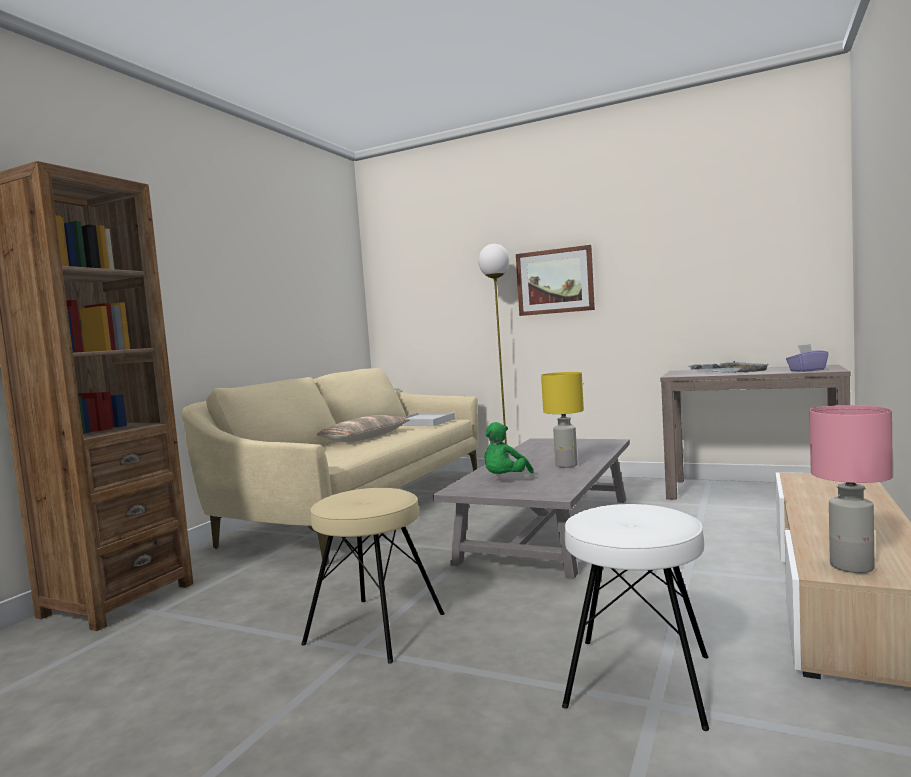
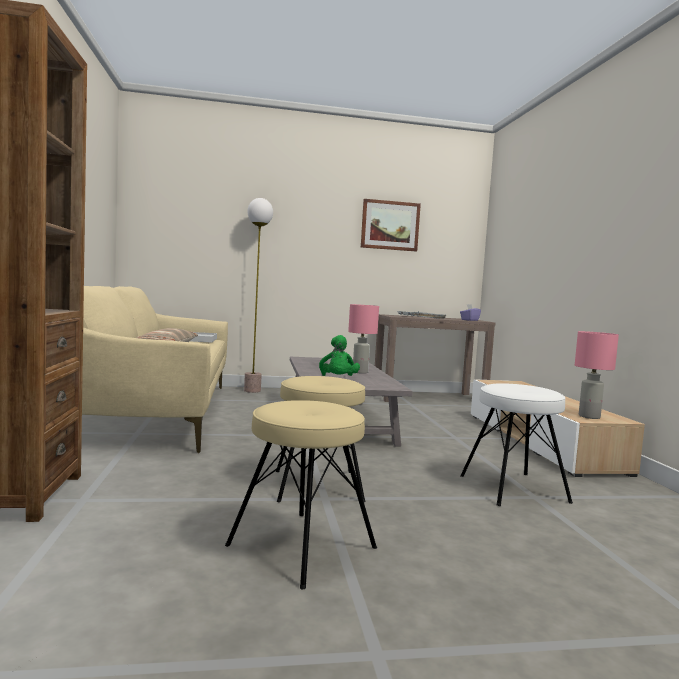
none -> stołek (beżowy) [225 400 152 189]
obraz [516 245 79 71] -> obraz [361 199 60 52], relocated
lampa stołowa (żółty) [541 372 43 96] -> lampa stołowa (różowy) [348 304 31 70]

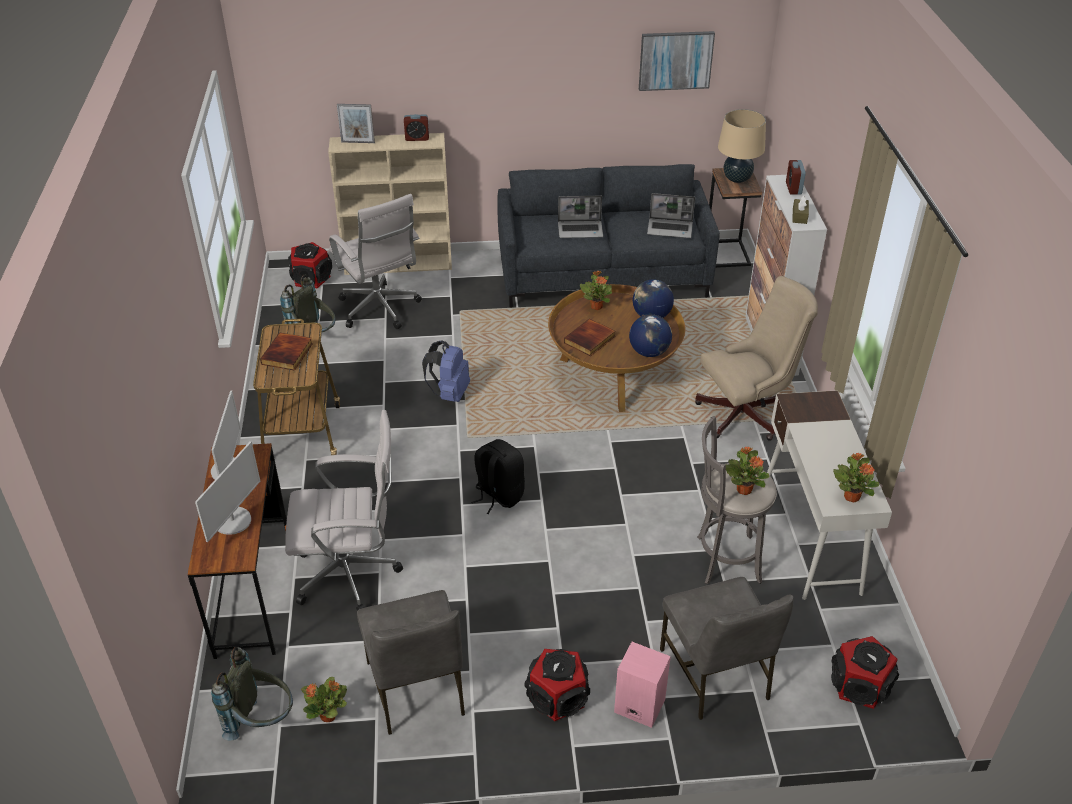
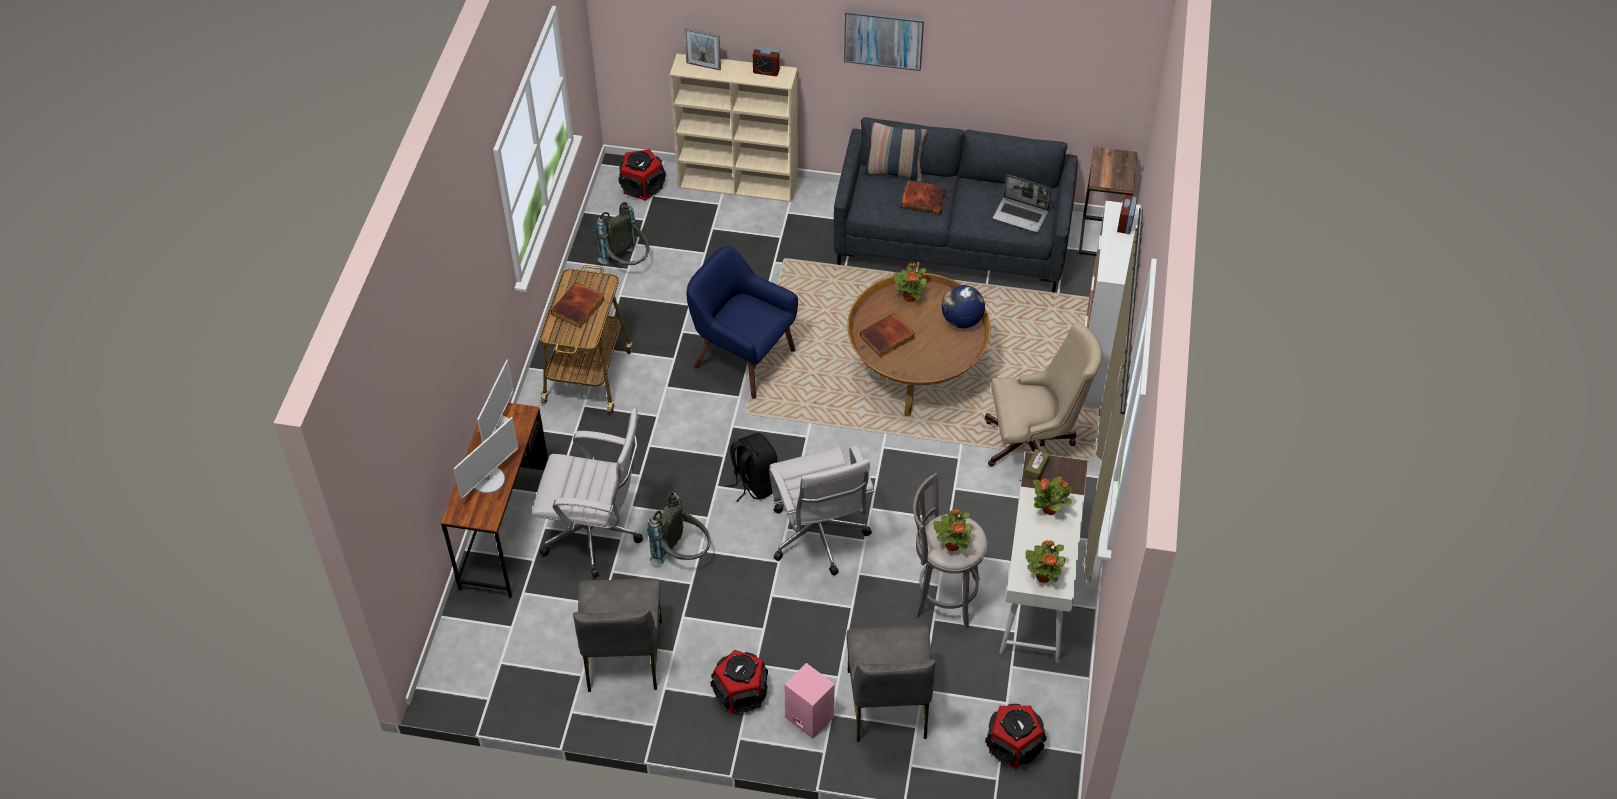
globus [629 314 43 43] -> none
lampa stołowa (beżowy) [718 109 48 74] -> none
none -> poduszka [864 122 63 60]
plecak (szary) [211 647 82 93] -> plecak (szary) [647 492 63 73], relocated
roślina doniczkowa [301 677 46 45] -> roślina doniczkowa [1033 476 39 39], relocated
krzesło biurowe (biały) [329 194 93 135] -> krzesło biurowe (biały) [769 446 105 130], relocated
obraz [639 31 76 60] -> obraz [844 10 80 61], relocated
pudełko chusteczek (brązowy) [793 196 16 28] -> pudełko chusteczek (brązowy) [1024 449 26 31], relocated
plecak (niebieski) [422 340 48 62] -> fotel (niebieski) [686 246 112 153]
laptop [558 196 45 42] -> książka [901 181 46 33]

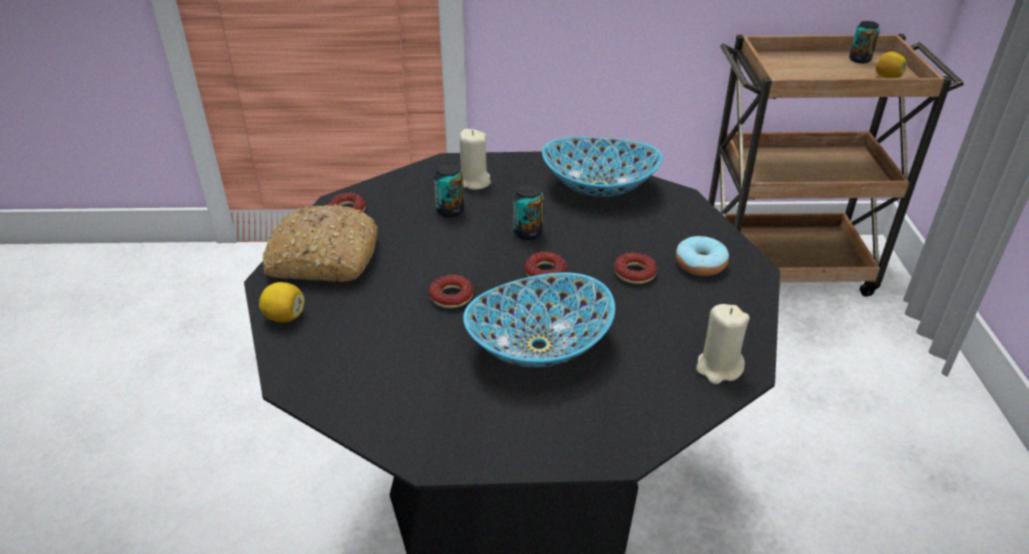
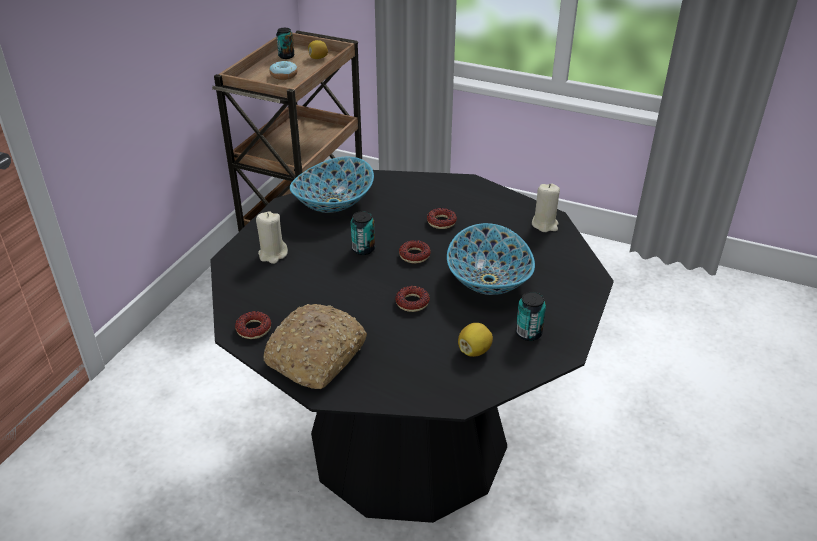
cytryna [259 282 46 41] -> cytryna [458 323 35 34], relocated
puszka [434 163 30 54] -> puszka [516 292 30 49], relocated
donut [676 236 53 40] -> donut [270 60 28 20], relocated

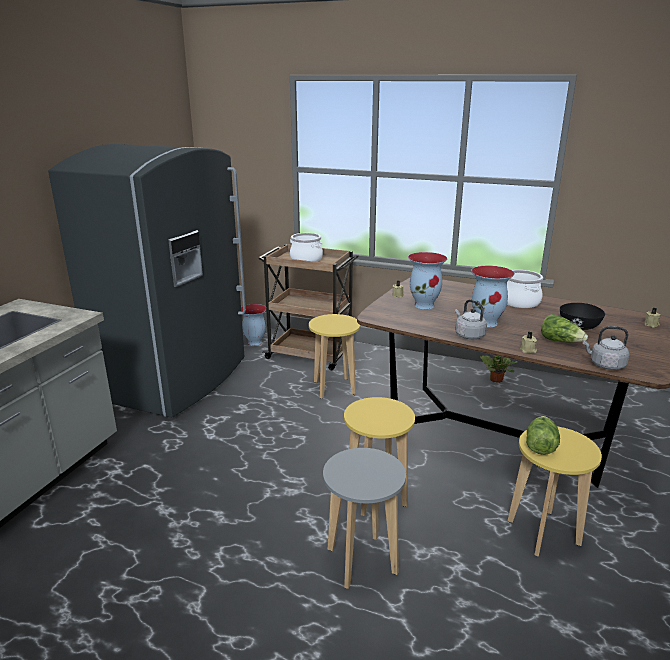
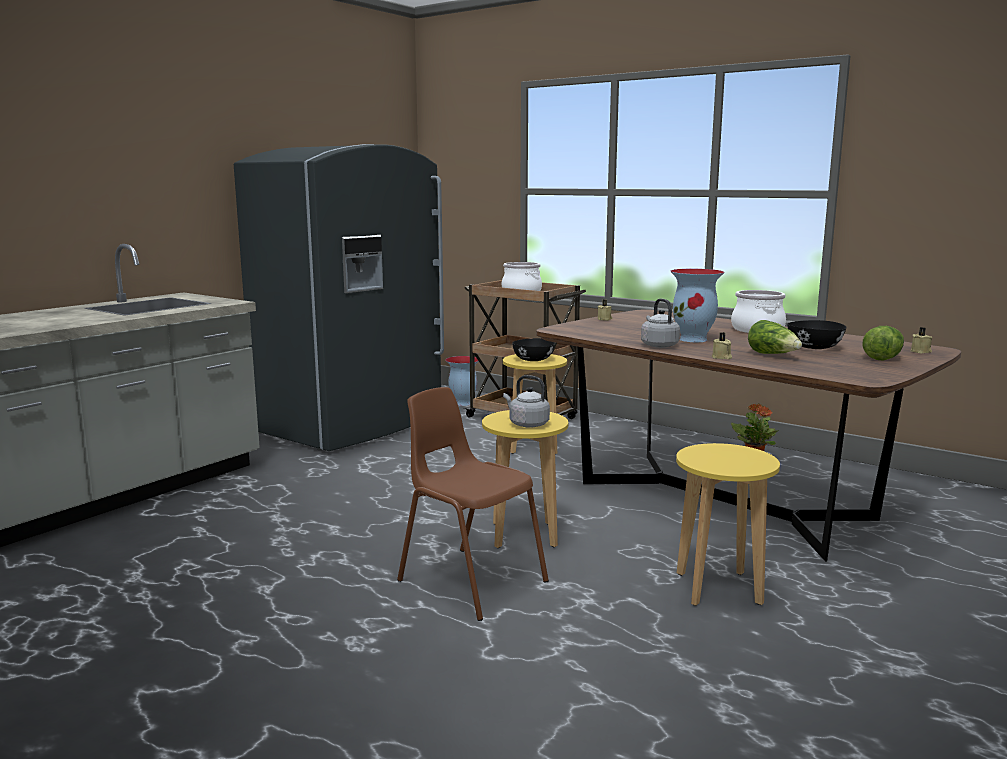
wazon [408 252 39 57] -> none
none -> miska (czarny) [512 338 43 23]
sałata [526 416 34 39] -> sałata [862 326 42 34], relocated
czajnik (szary) [583 326 46 44] -> czajnik (szary) [503 375 47 53], relocated
stołek (szary) [323 448 83 141] -> krzesło (brązowy) [397 387 152 234]

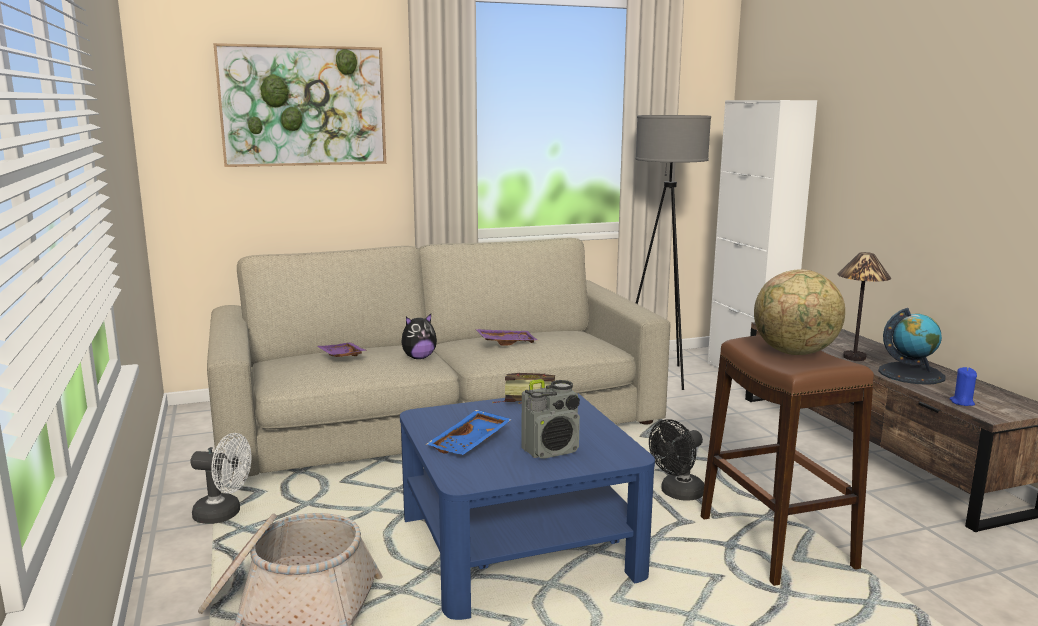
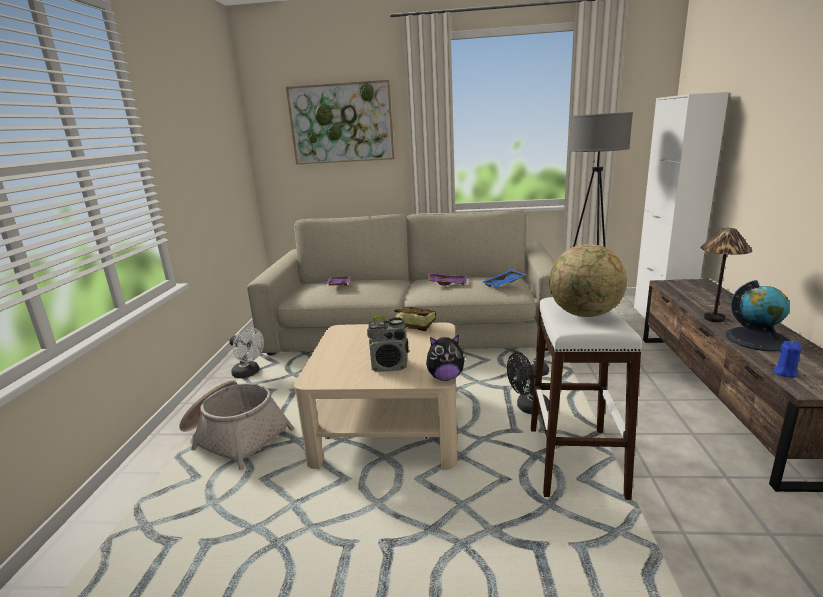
pluszak [401 314 36 45] -> pluszak [426 335 39 46], relocated
taca (niebieski) [426 410 86 45] -> taca (niebieski) [483 270 43 17], relocated
ława (niebieski) [400 393 255 227] -> ława (beżowy) [294 323 164 147]
stołek (brązowy) [701 335 173 251] -> stołek (biały) [531 297 111 203]

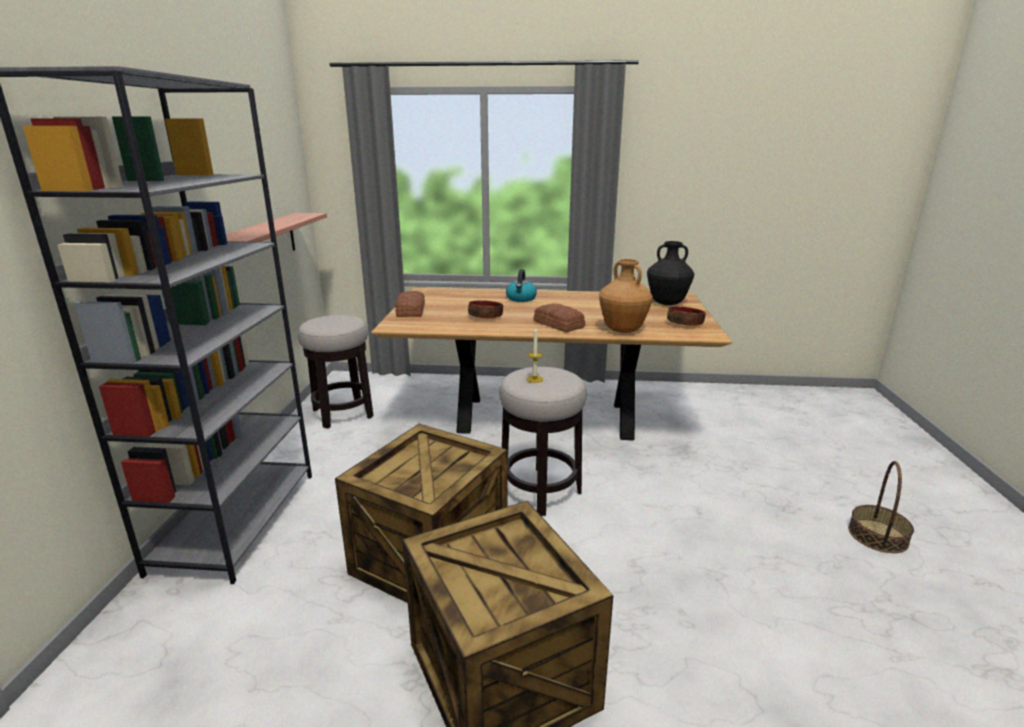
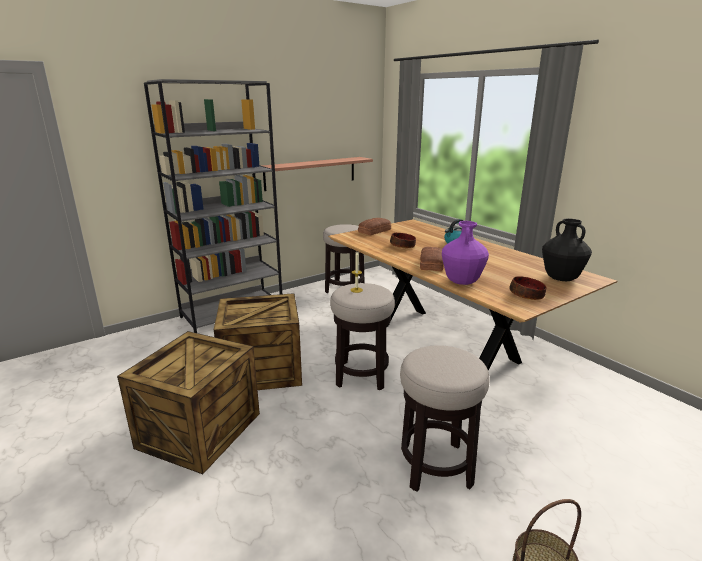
none -> stołek [400 345 90 147]
wazon (brązowy) [599 259 54 74] -> wazon (fioletowy) [442 221 47 64]

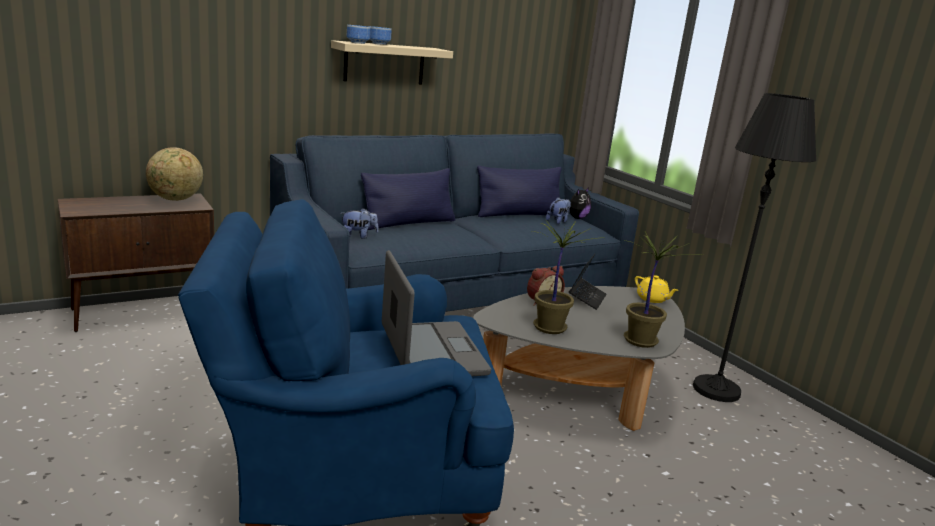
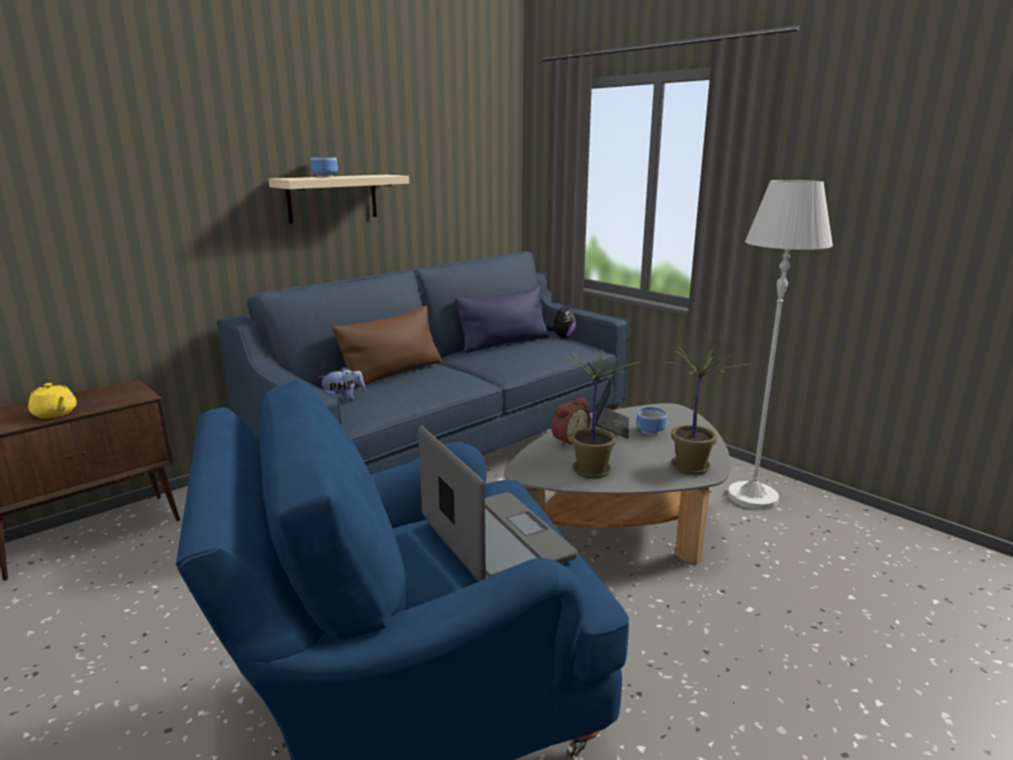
globus [146 147 57 54] -> none
pluszak [546 197 25 27] -> none
miska [346 25 25 19] -> miska [636 407 31 28], relocated
imbryk (żółty) [635 275 44 28] -> imbryk (żółty) [28 383 49 35], relocated
poduszka (niebieski) [361 168 94 62] -> poduszka (brązowy) [332 306 110 83]
lampa stojąca (czarny) [693 93 123 309] -> lampa stojąca (biały) [728 180 105 330]

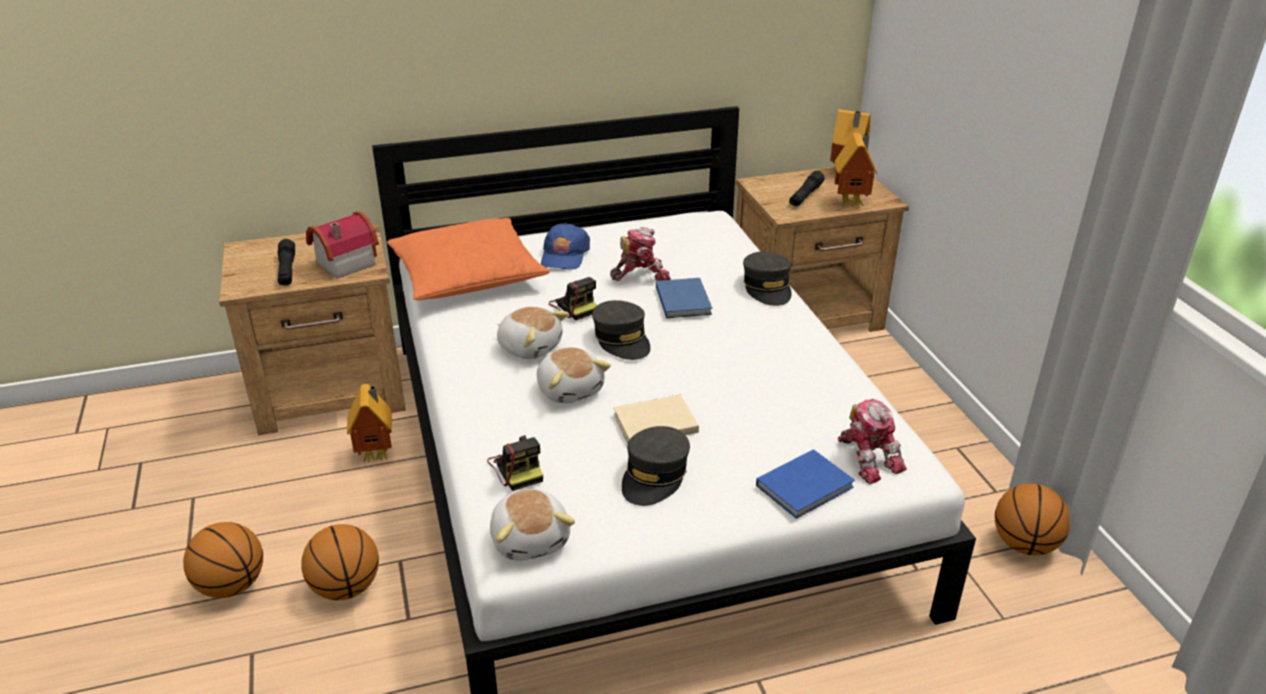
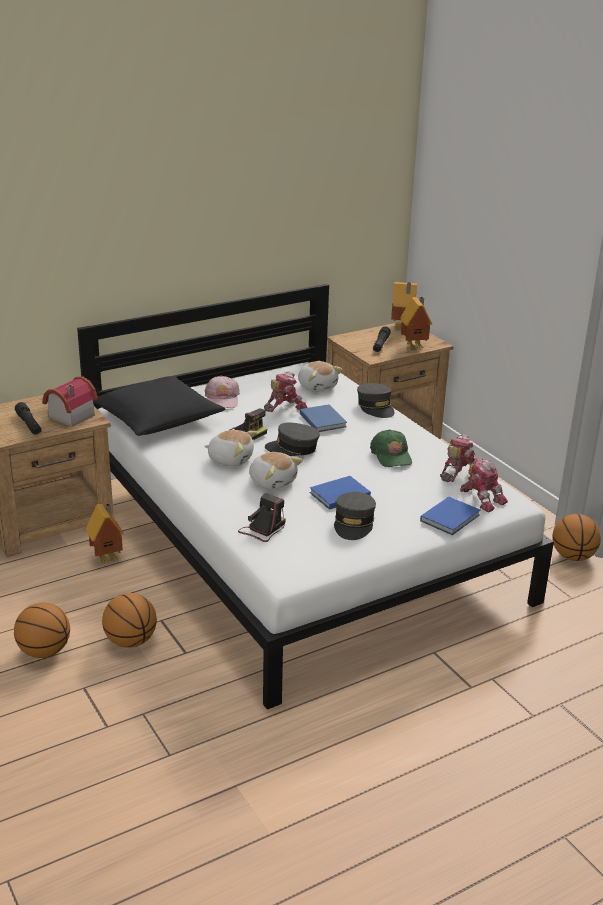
none -> czapka z daszkiem (zielony) [370 430 42 37]
none -> robot zabawkowy [440 434 37 48]
pluszak [490 489 85 72] -> pluszak [298 361 45 31], relocated
poduszka (pomarańczowy) [387 218 163 82] -> poduszka (czarny) [93 376 133 60]
czapka z daszkiem (niebieski) [541 223 49 47] -> czapka z daszkiem (różowy) [205 375 35 33]
książka (beżowy) [613 395 86 48] -> książka (niebieski) [309 476 62 34]
aparat fotograficzny [487 435 56 56] -> aparat fotograficzny [238 493 48 49], 105 degrees counterclockwise
czapka z daszkiem (szary) [592 300 58 60] -> czapka z daszkiem (szary) [265 423 55 33], 135 degrees clockwise

